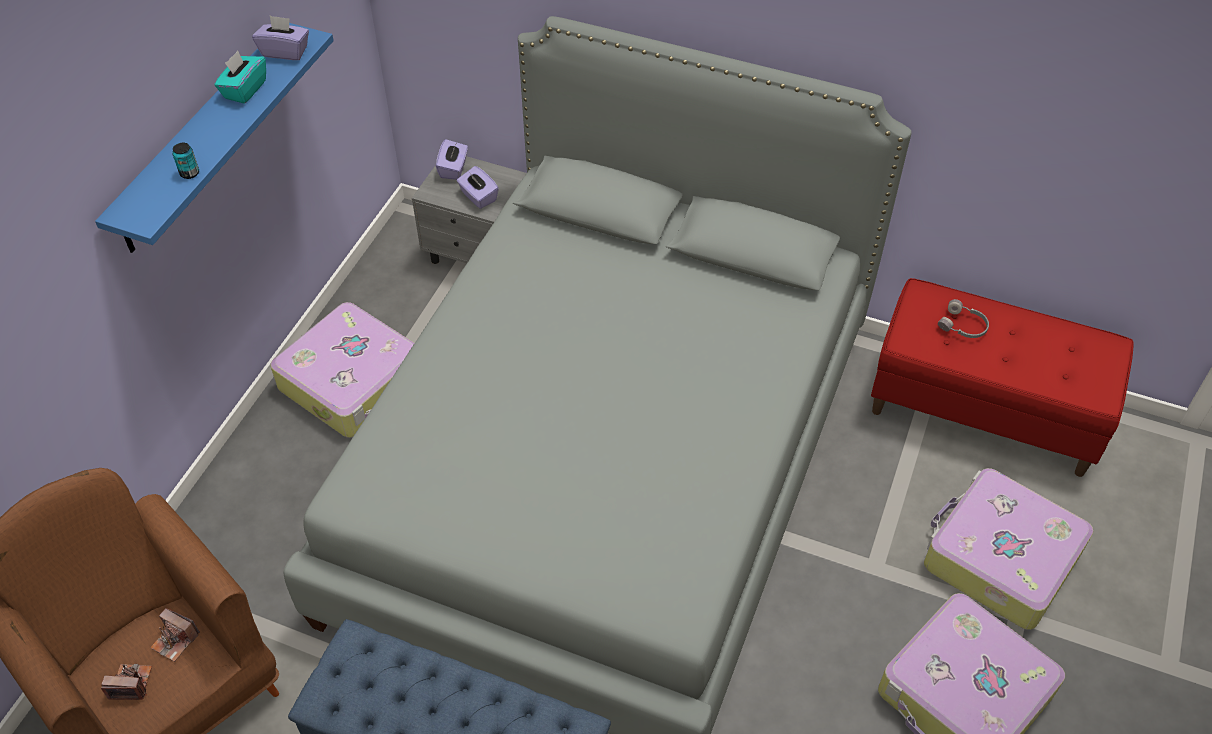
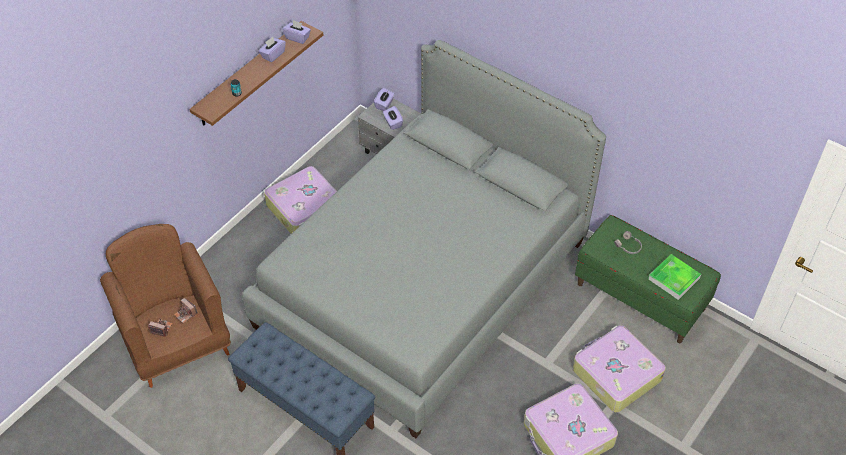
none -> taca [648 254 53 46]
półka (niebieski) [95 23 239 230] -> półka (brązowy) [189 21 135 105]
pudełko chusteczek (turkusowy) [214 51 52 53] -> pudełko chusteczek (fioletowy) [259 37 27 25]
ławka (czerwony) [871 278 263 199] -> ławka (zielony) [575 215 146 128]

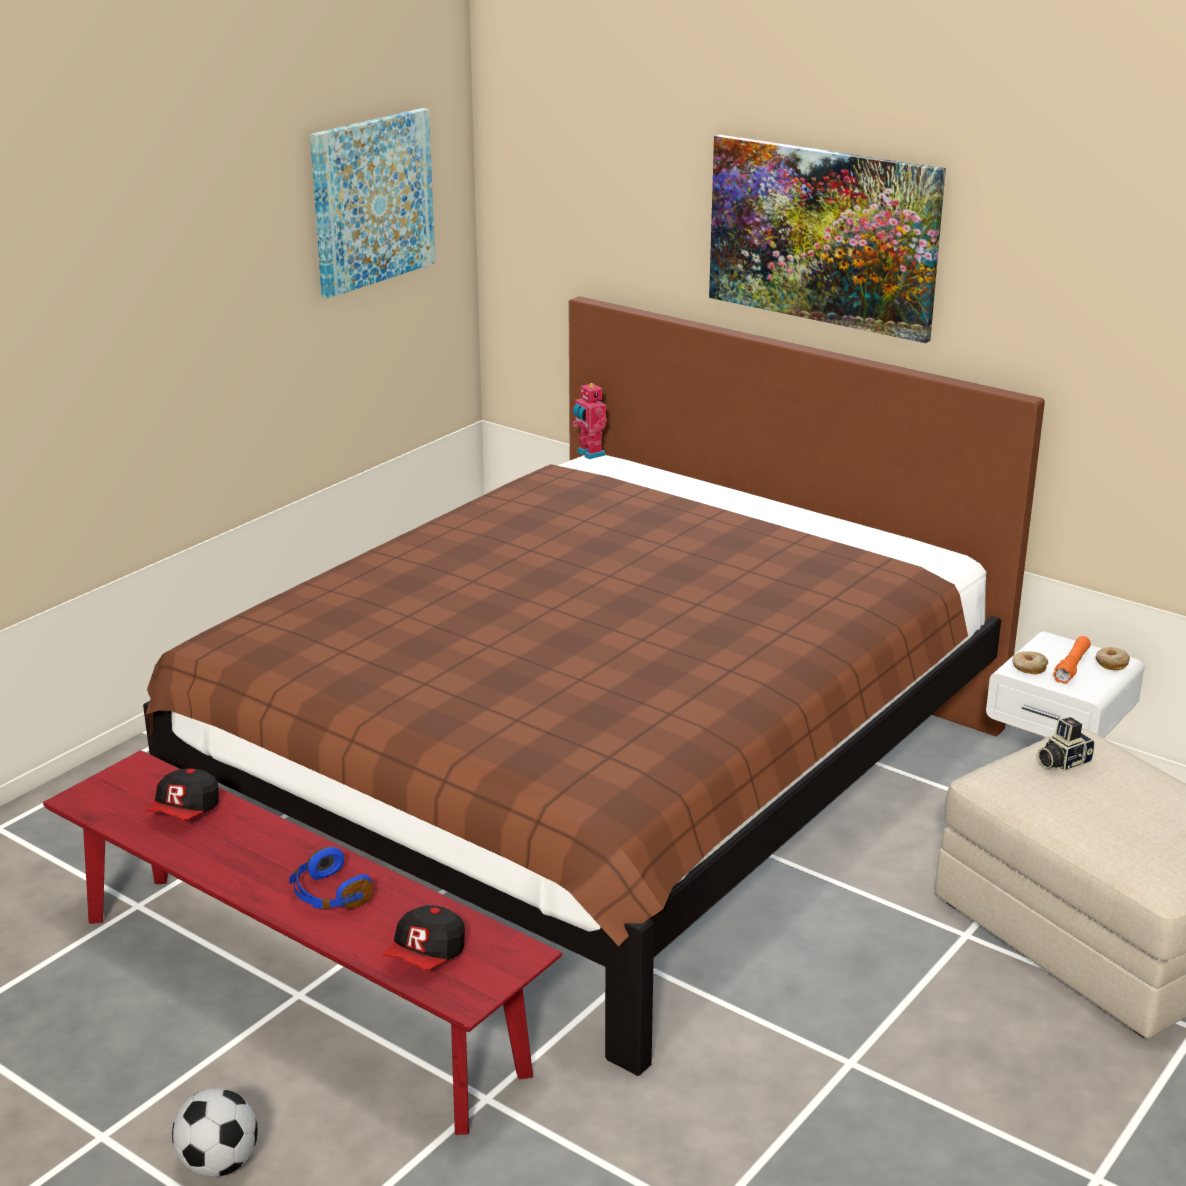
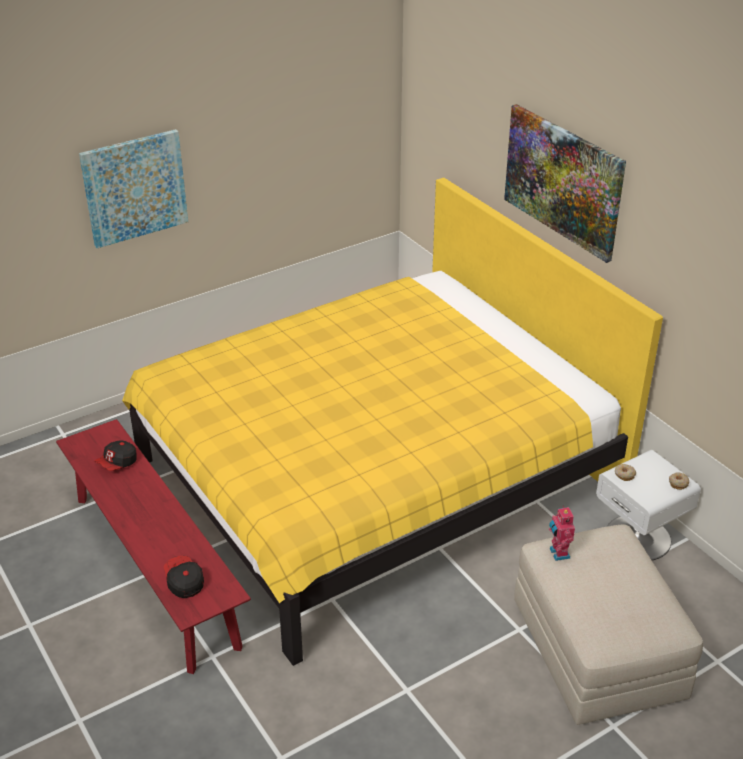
piłka futbolowa [172 1088 86 89] -> none
słuchawki (niebieski) [289 847 84 62] -> none
aparat fotograficzny [1038 717 57 54] -> none
latarka (pomarańczowy) [1053 636 38 48] -> none
obraz [310 108 125 190] -> obraz [79 129 109 119], relocated
robot zabawkowy [572 382 35 77] -> robot zabawkowy [549 506 26 55], relocated
łóżko (brązowy) [143 296 902 780] -> łóżko (żółty) [122 178 541 488]
czapka z daszkiem [383 905 82 65] -> czapka z daszkiem [164 556 40 42], 105 degrees clockwise

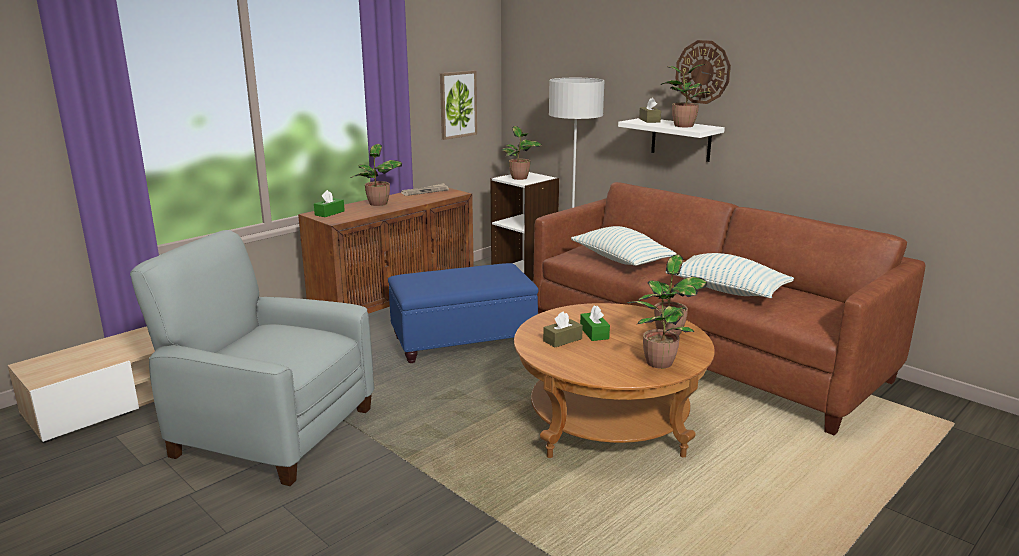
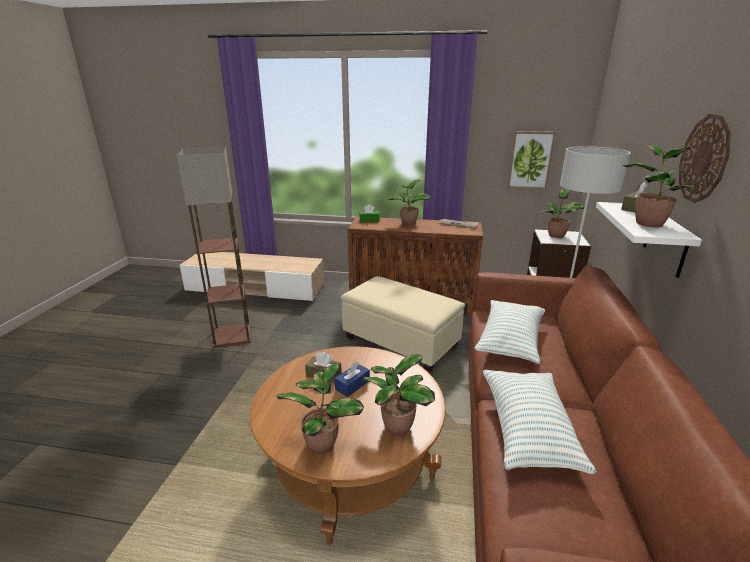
fotel (szary) [130 230 244 256] -> lampa stojąca [177 147 74 201]
pufa (niebieski) [388 263 151 100] -> pufa (beżowy) [341 276 124 97]
pudełko chusteczek (zielony) [580 306 30 35] -> pudełko chusteczek (niebieski) [334 362 36 35]

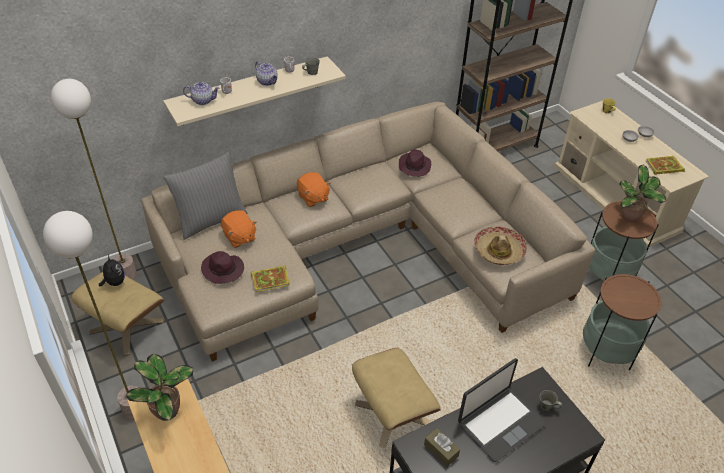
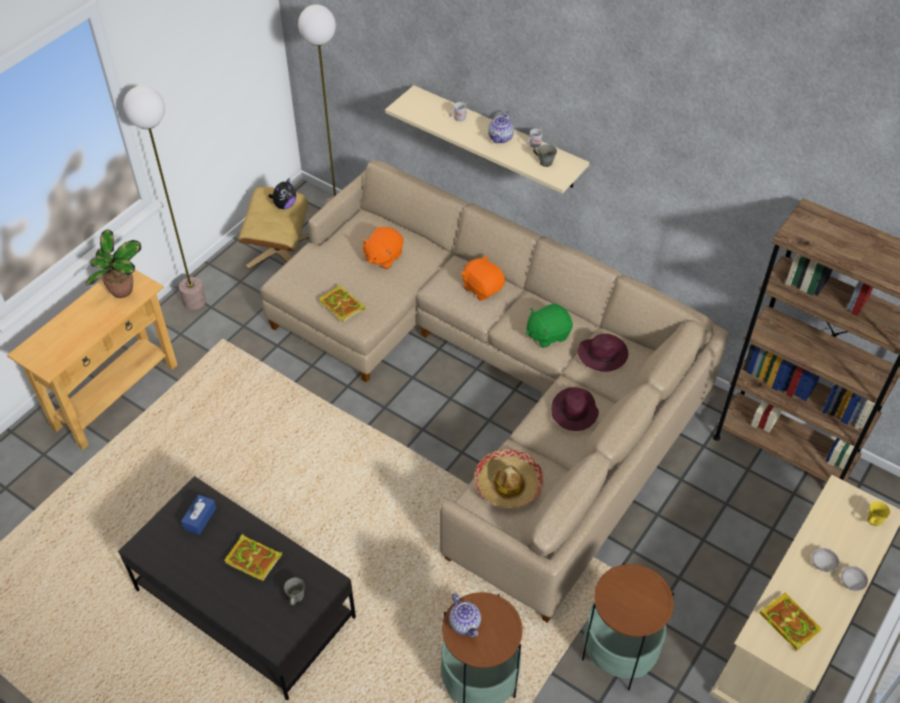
poduszka (szary) [163 151 84 89] -> none
pufa (beżowy) [352 348 89 100] -> none
roślina doniczkowa [619 165 47 57] -> none
none -> pluszak (zielony) [526 303 47 45]
imbryk [183 82 37 23] -> imbryk [449 593 32 44], relocated
kapelusz (fioletowy) [201 251 43 33] -> kapelusz (fioletowy) [551 387 48 44], relocated
laptop [458 358 88 104] -> książka [224 534 58 47]
pudełko chusteczek (brązowy) [424 428 36 39] -> pudełko chusteczek (niebieski) [181 495 35 40]
pluszak (pomarańczowy) [297 172 34 35] -> pluszak (pomarańczowy) [461 255 44 46], 105 degrees clockwise

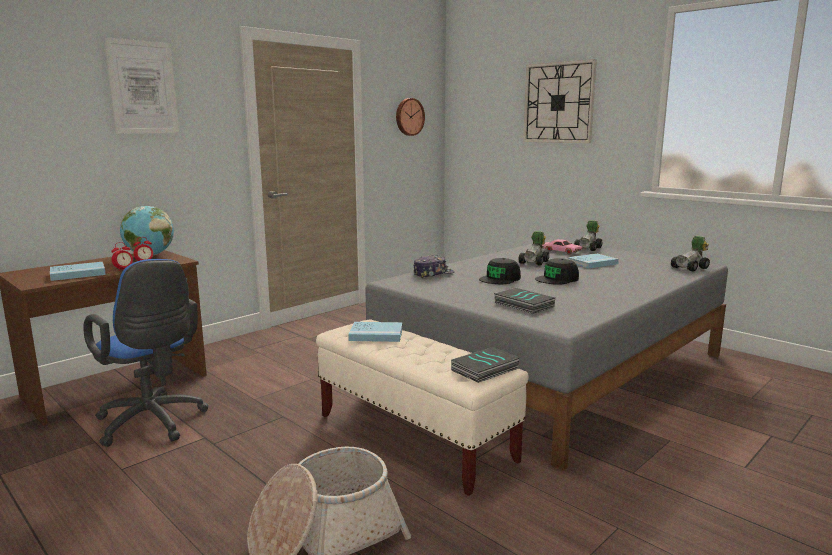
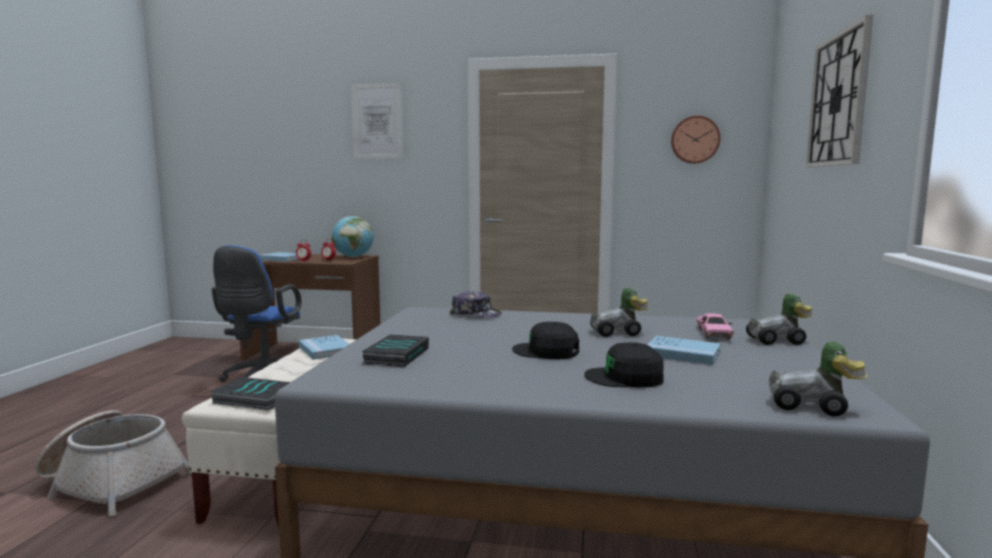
czapka z daszkiem (czarny) [479 258 42 26] -> czapka z daszkiem (czarny) [584 342 80 46], relocated

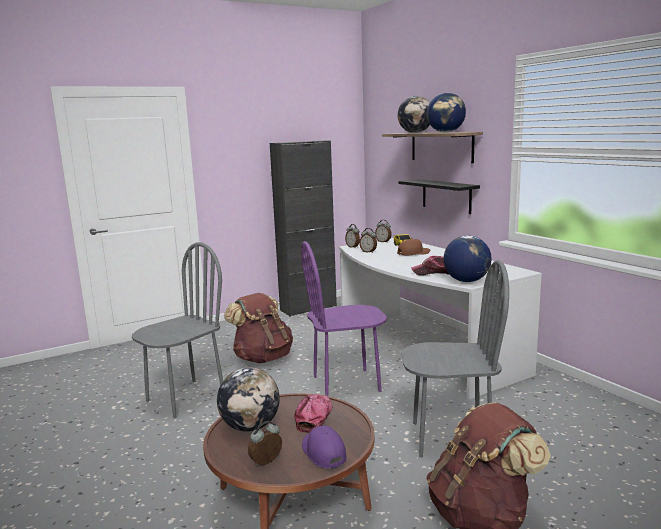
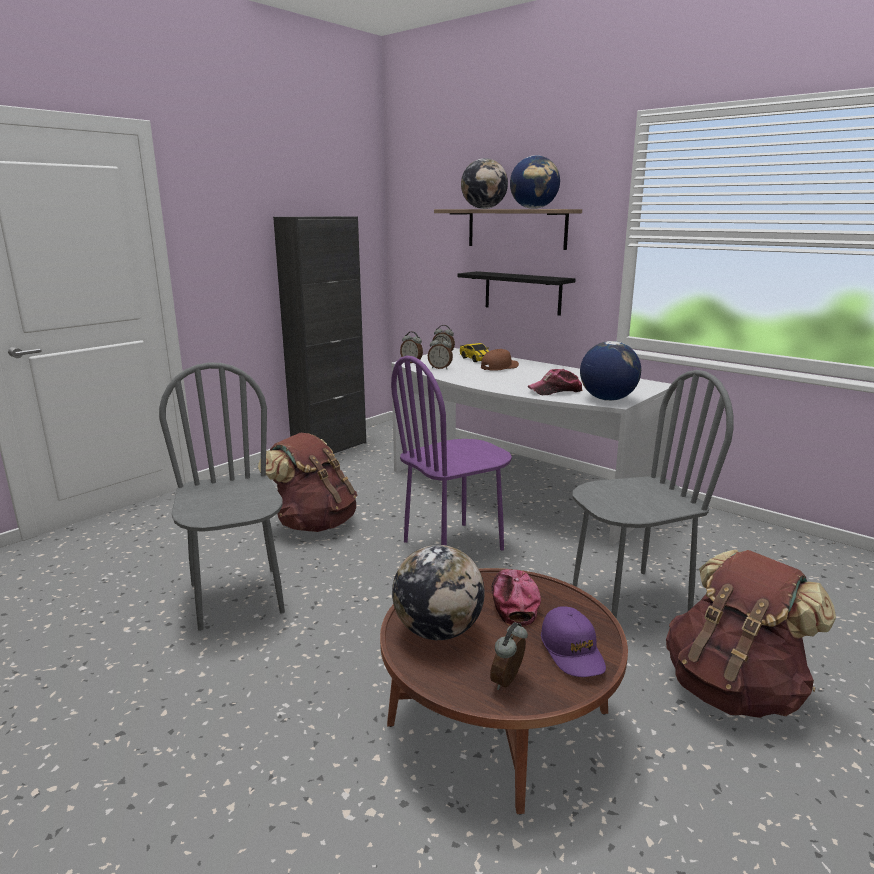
krzesło (szary) [132 242 91 176] -> krzesło (szary) [159 362 126 269], 45 degrees counterclockwise
czapka z daszkiem (fioletowy) [302 426 45 42] -> czapka z daszkiem (fioletowy) [541 606 65 71], 150 degrees counterclockwise

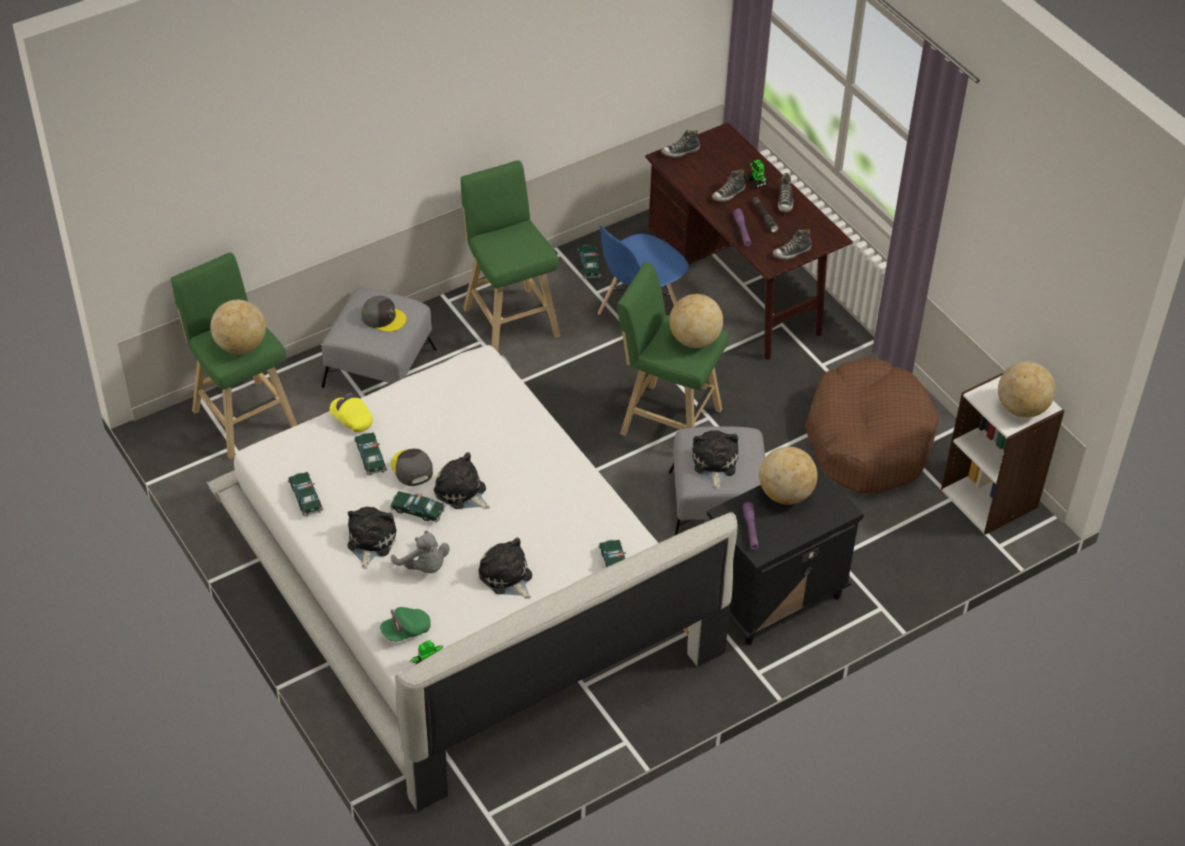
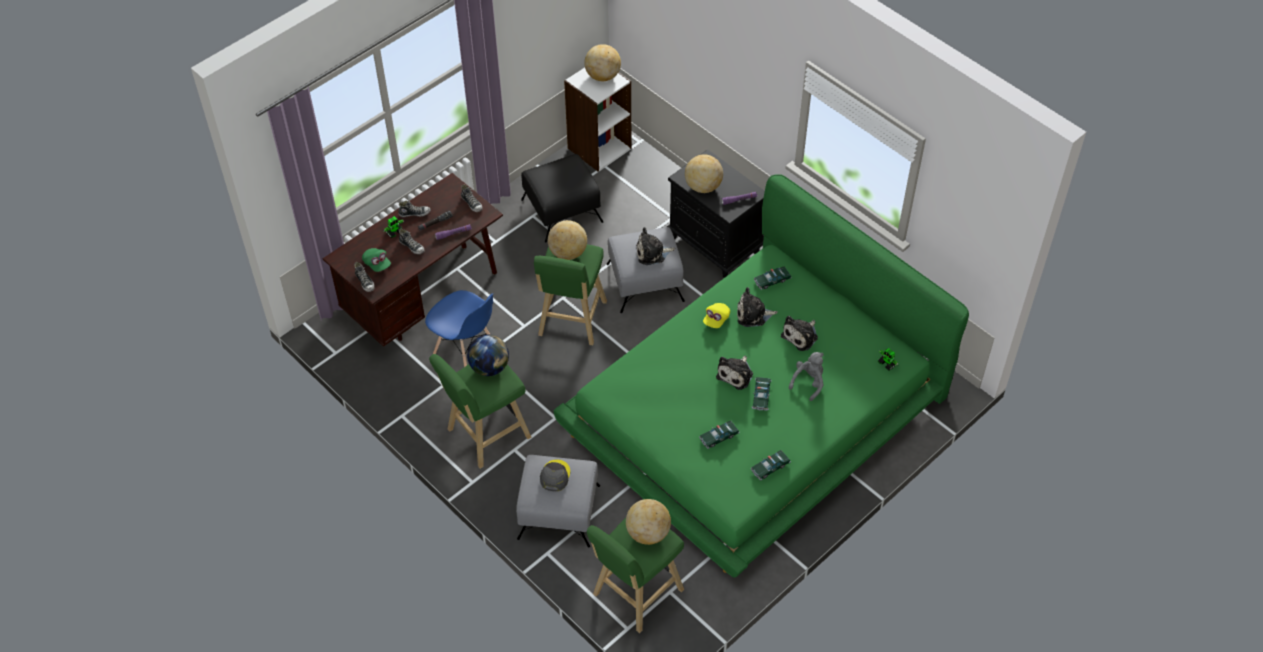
czapka z daszkiem (szary) [391 449 42 37] -> none
samochodzik [578 245 24 34] -> none
none -> globus [467 335 42 41]
czapka z daszkiem (żółty) [330 393 43 39] -> czapka z daszkiem (żółty) [703 303 27 25], relocated
pluszak [347 506 50 63] -> pluszak [737 287 41 40], relocated
czapka z daszkiem (zielony) [380 607 51 35] -> czapka z daszkiem (zielony) [362 248 29 24], relocated
legowisko (brązowy) [805 357 134 137] -> pufa (czarny) [521 154 83 88]
łóżko (biały) [207 345 531 466] -> łóżko (zielony) [554 174 415 404]

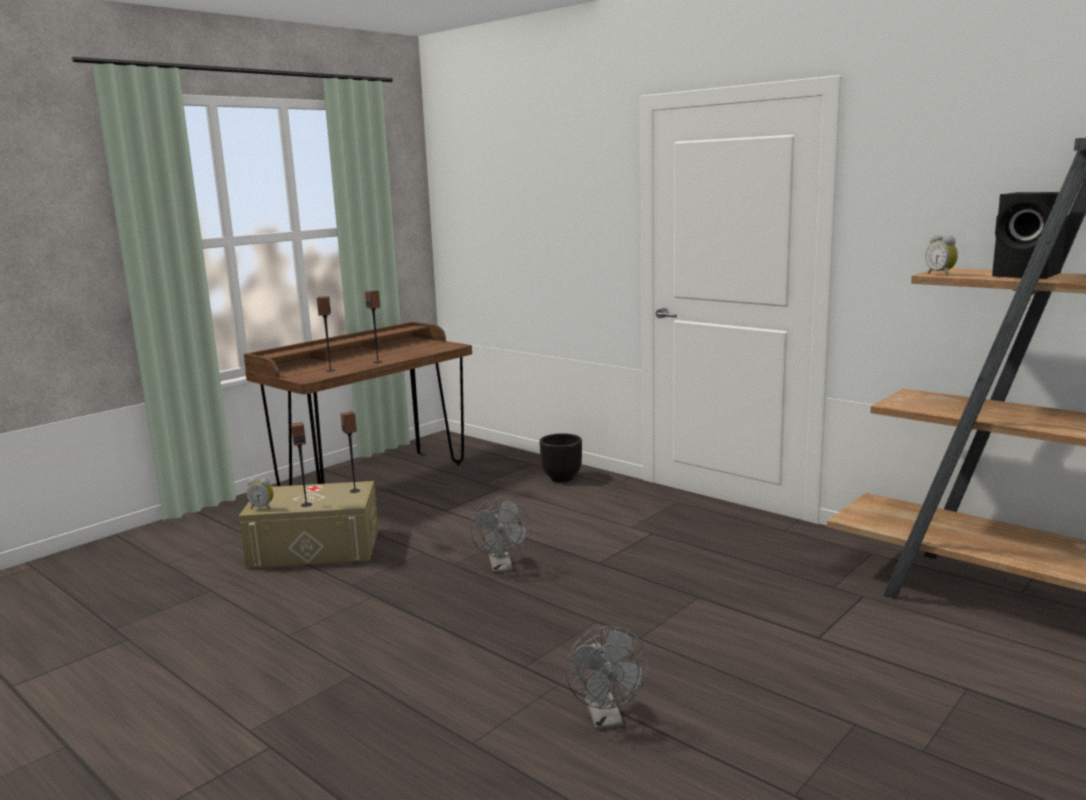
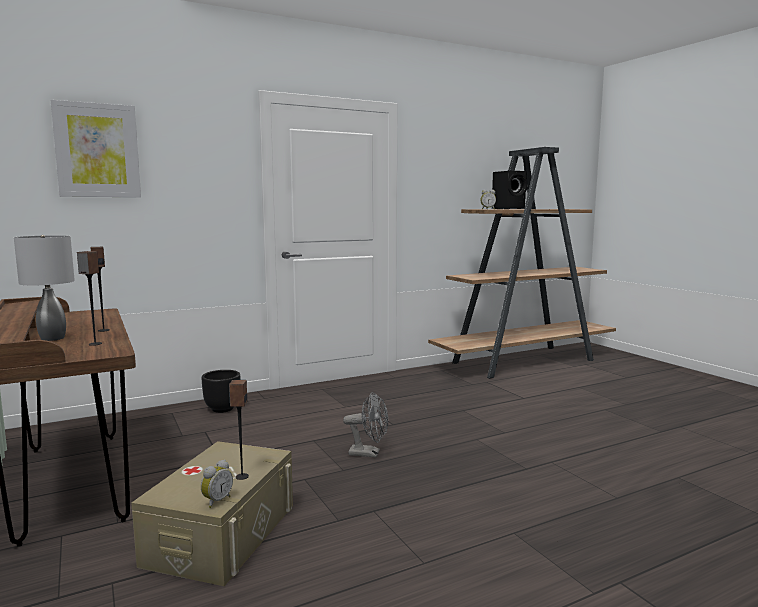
głośnik [340 411 20 82] -> none
wentylator (szary) [566 626 82 104] -> none
none -> lampa stołowa (szary) [14 235 61 106]
none -> obraz [51 100 90 97]

